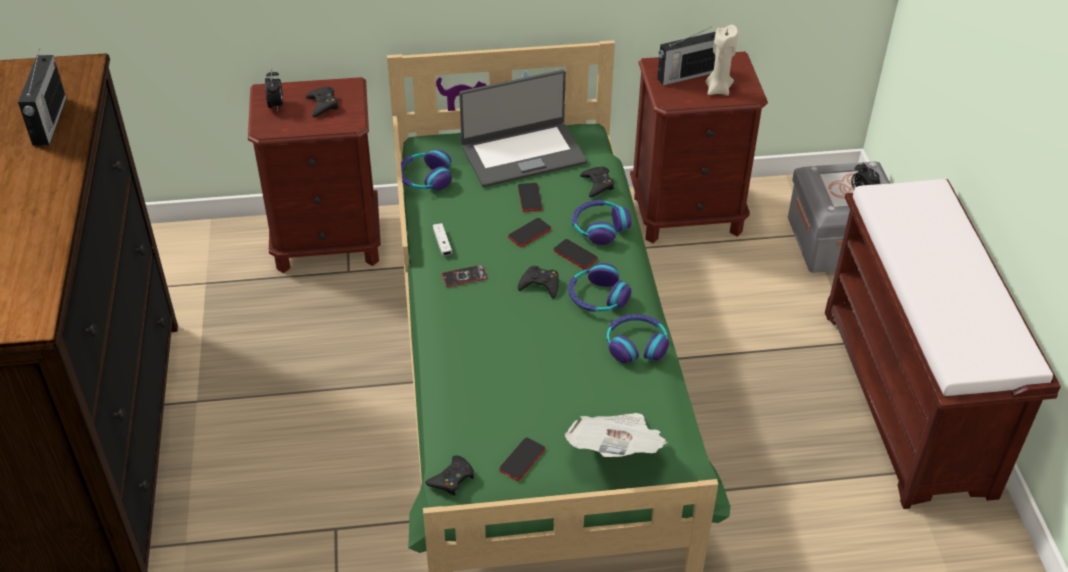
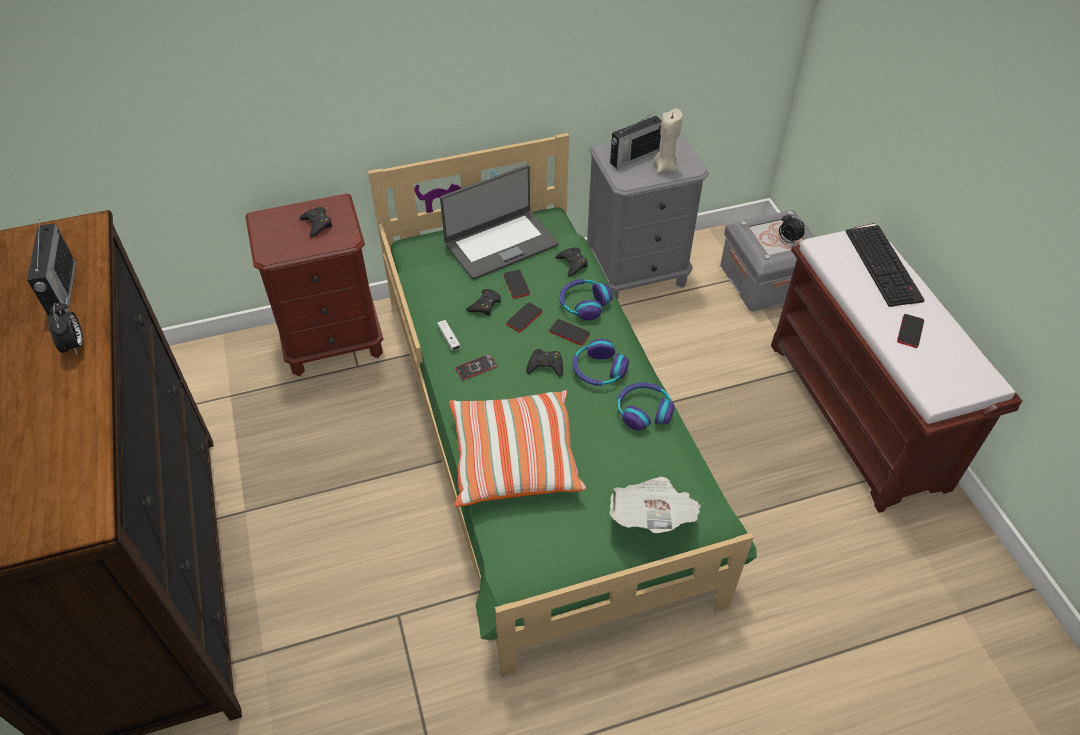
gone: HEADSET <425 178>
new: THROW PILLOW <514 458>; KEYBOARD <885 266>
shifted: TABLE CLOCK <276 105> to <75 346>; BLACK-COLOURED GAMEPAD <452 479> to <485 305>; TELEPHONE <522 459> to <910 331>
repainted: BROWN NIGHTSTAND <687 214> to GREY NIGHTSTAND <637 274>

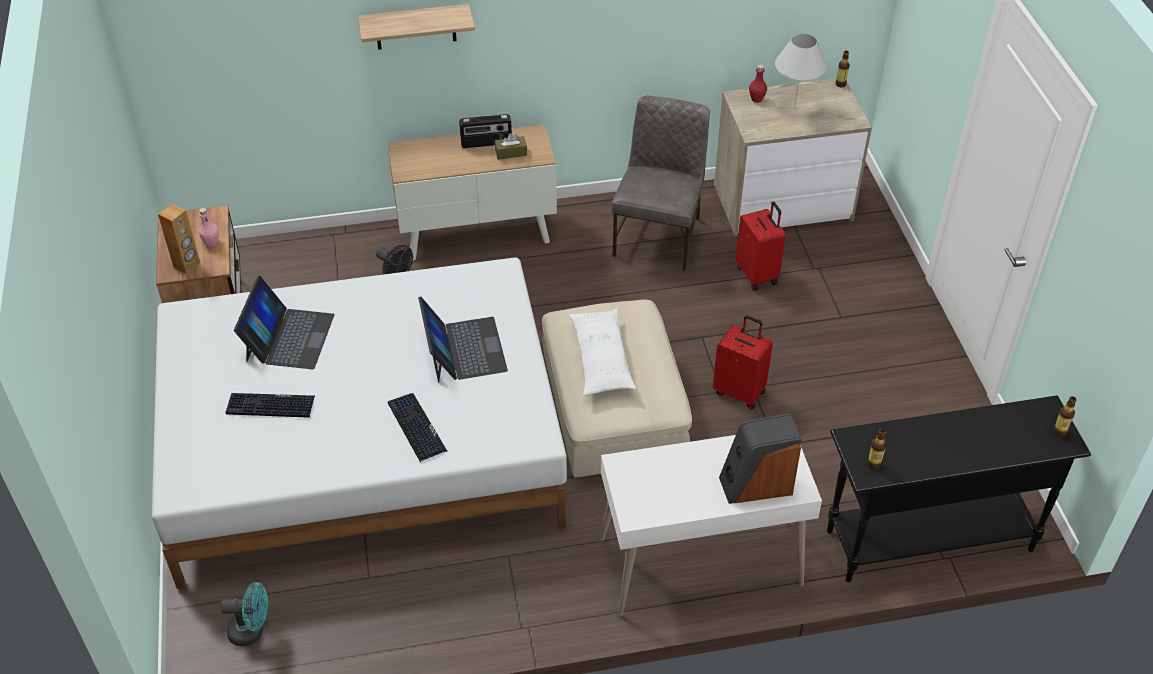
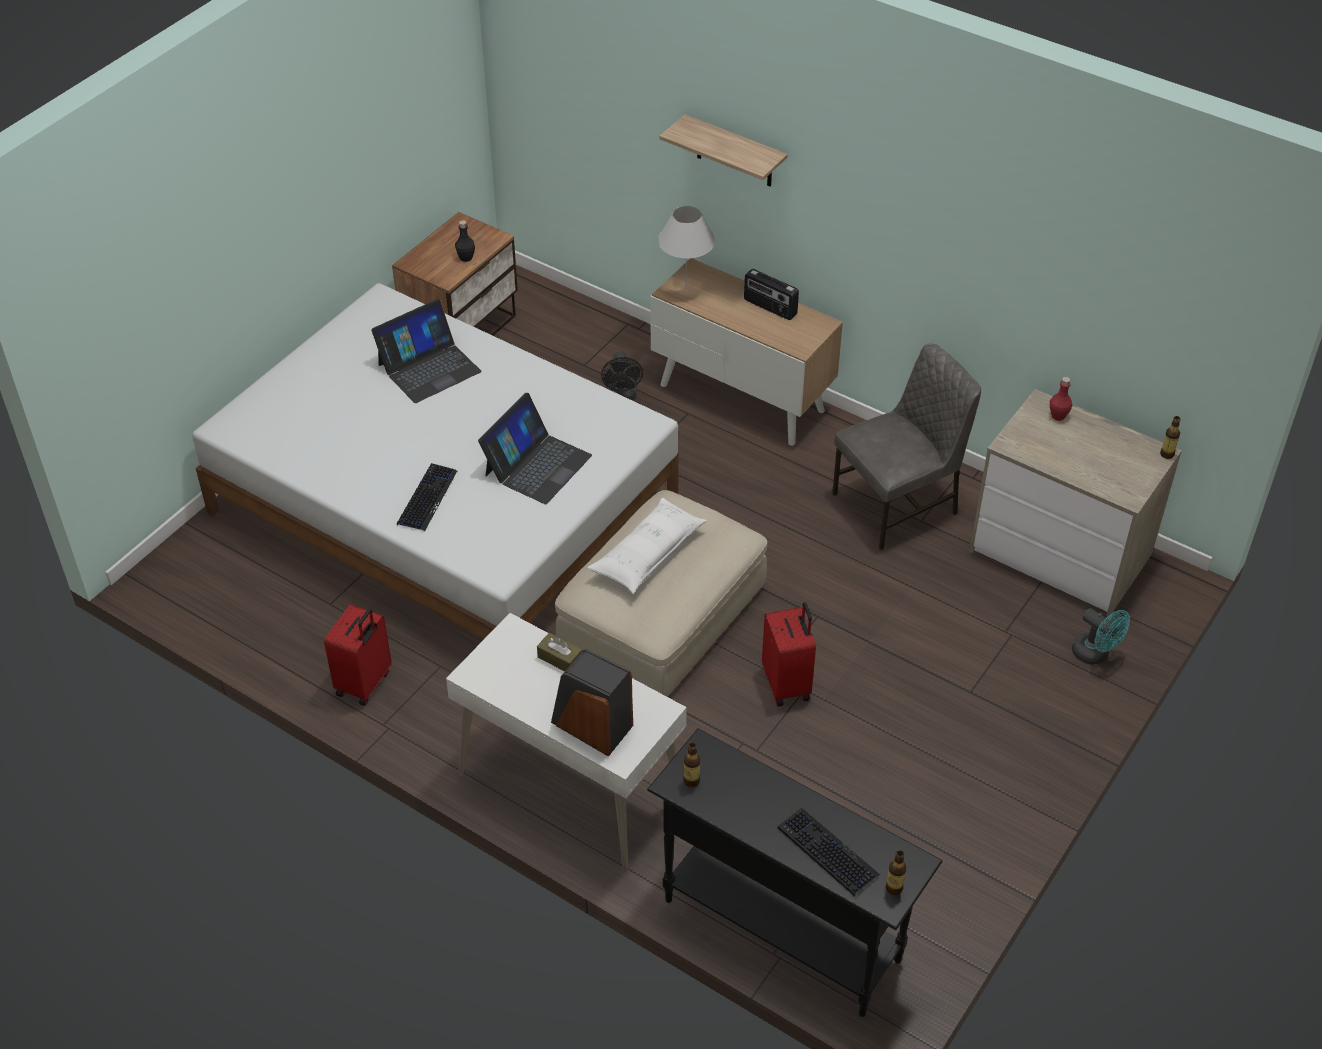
gone: BROWN AUDIO SPEAKER <187 265>
shifted: TURQUOISE-COLOURED ELECTRIC FAN <252 631> to <1095 654>; KEYBOARD <270 406> to <827 852>; BROWN BOX OF TISSUES <511 153> to <560 659>; RED-COLOURED PIECE OF LUGGAGE <757 274> to <365 683>; WHITISH TABLE LAMP <794 108> to <686 287>
repainted: PINK BOTTLE <211 242> to BLACK-COLOURED BOTTLE <466 258>

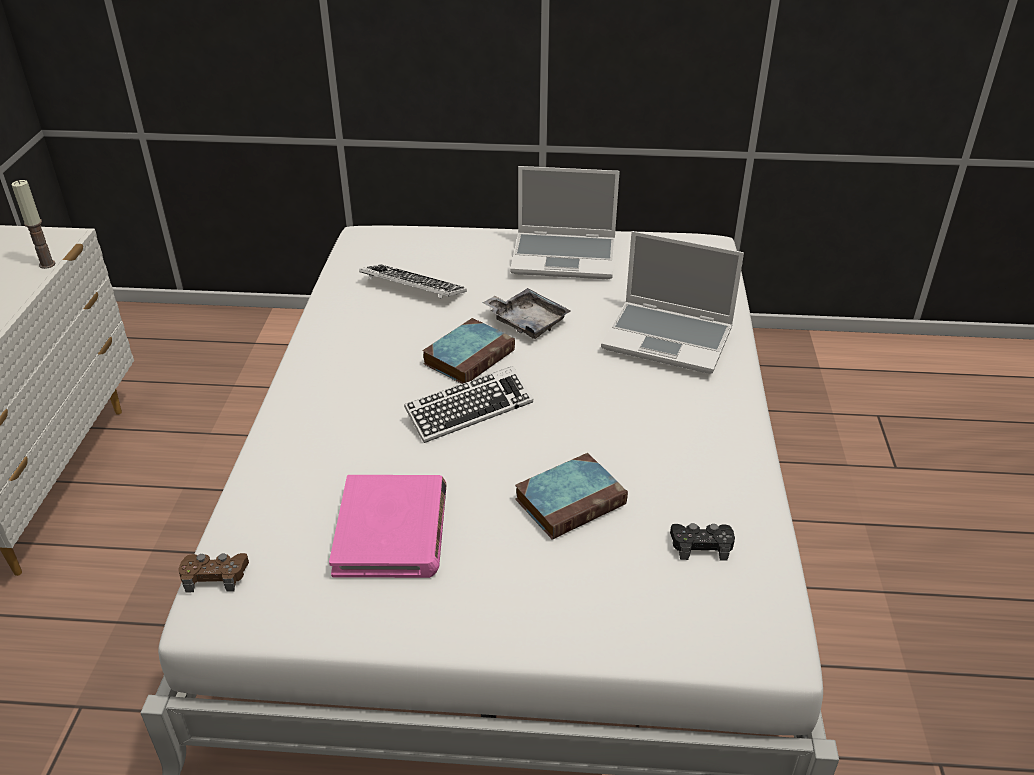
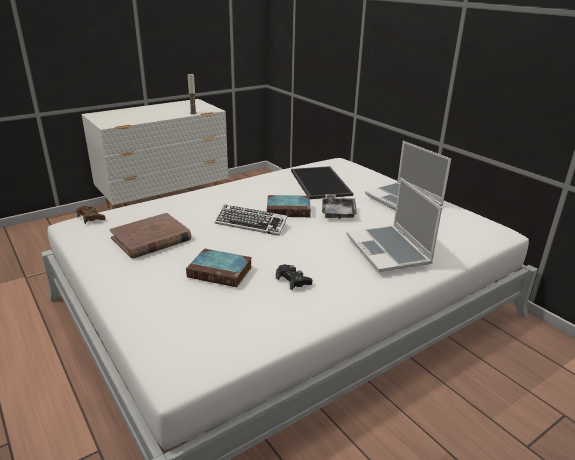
shifted: BLACK-COLOURED GAMEPAD <701 545> to <293 281>
swapped: KEYBOARD <412 288> to SERVING TRAY <318 182>
repainted: PINK VOLUME <391 531> to BROWN VOLUME <151 239>

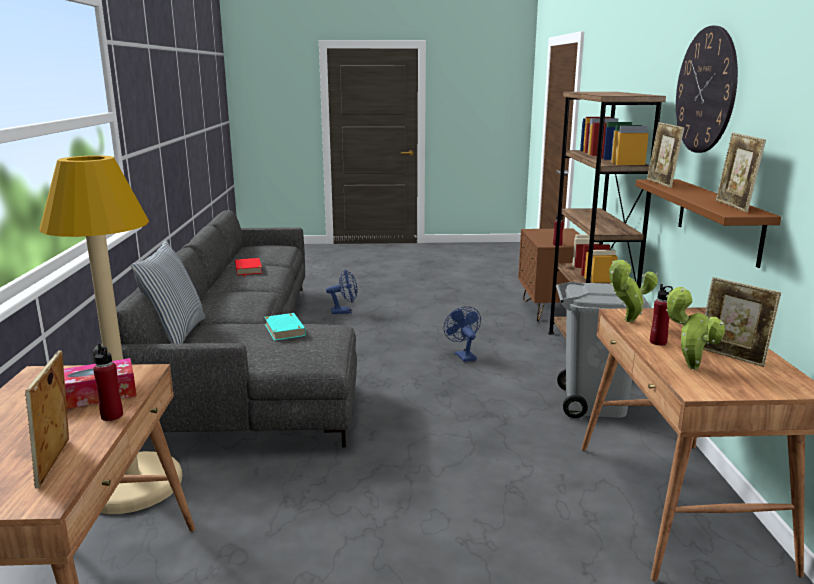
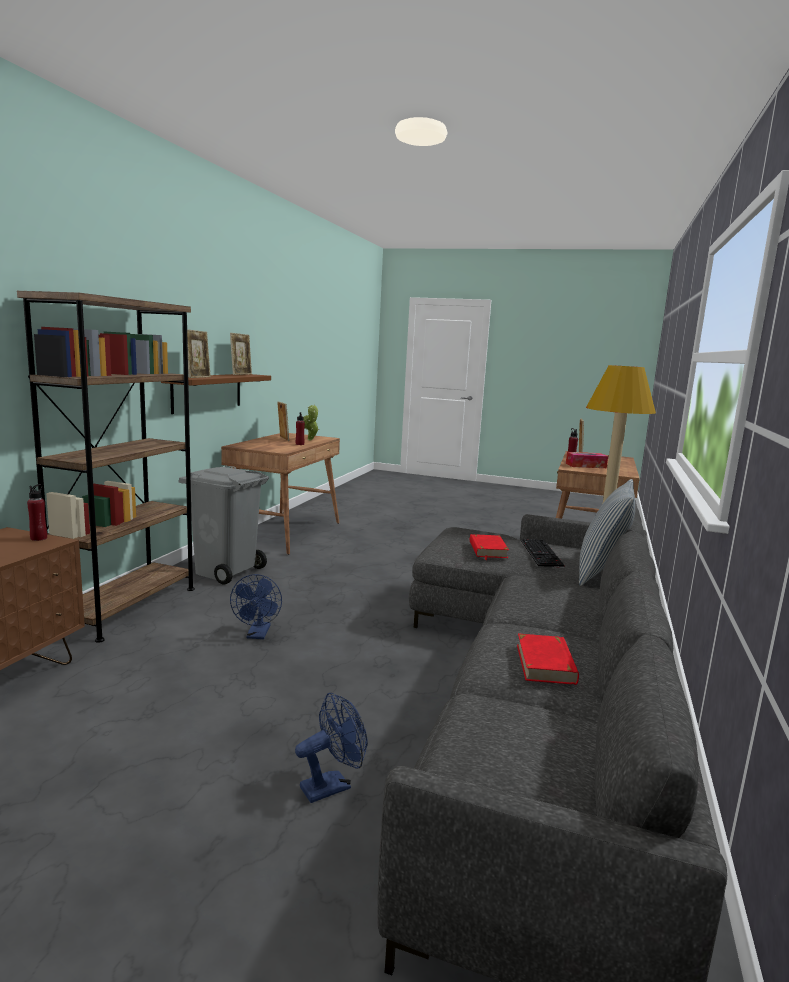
gone: POTTED PLANT <627 321>; CLOCK ON THE WALL <705 90>
new: KEYBOARD <542 553>
repainted: TURQUOISE-COLOURED VOLUME <285 330> to RED-COLOURED VOLUME <487 550>
rotated: BLUE-COLOURED ELECTRIC FAN <345 311> = <332 785> 135 degrees clockwise

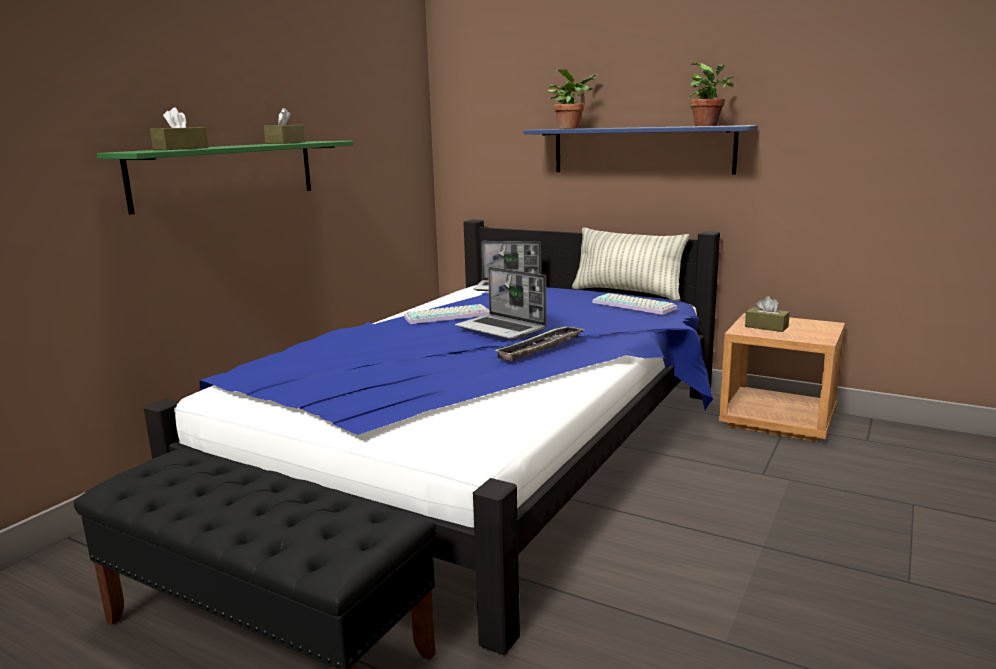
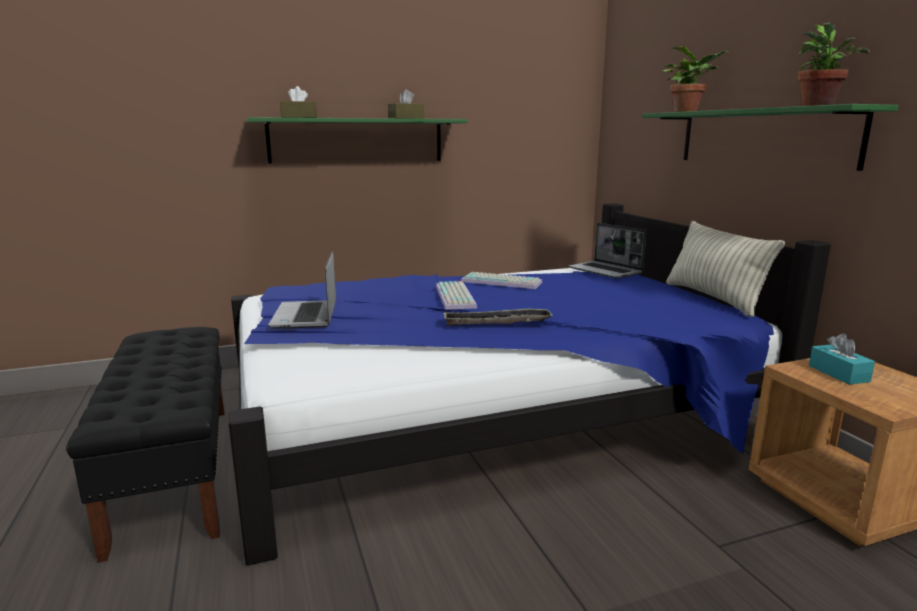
shifted: PORTABLE COMPUTER <502 329> to <306 316>; KEYBOARD <635 305> to <457 297>
repainted: BLUE-COLOURED BRACKET SHELF <641 150> to GREENISH BRACKET SHELF <762 137>; BROWN BOX OF TISSUES <766 327> to TURQUOISE-COLOURED BOX OF TISSUES <838 373>

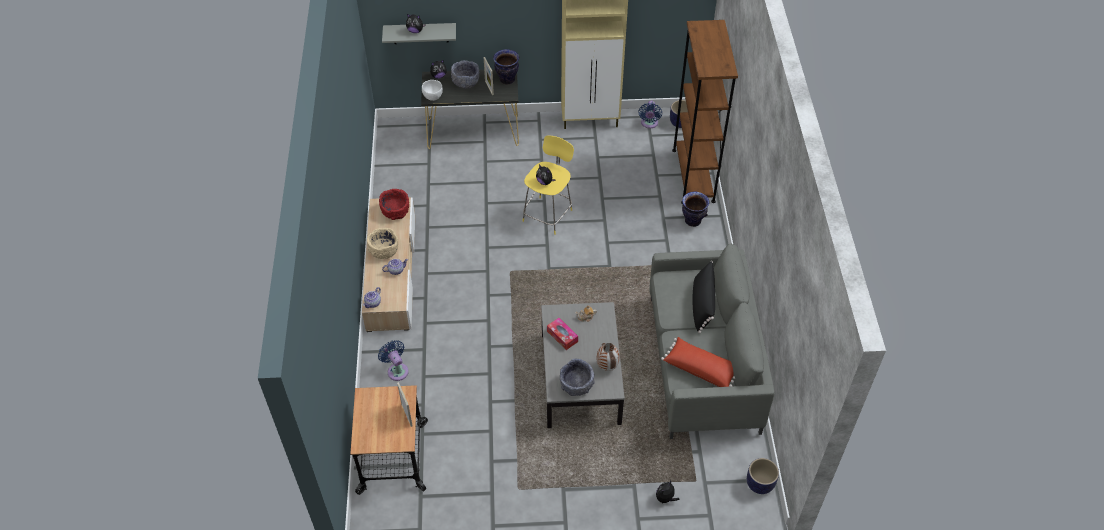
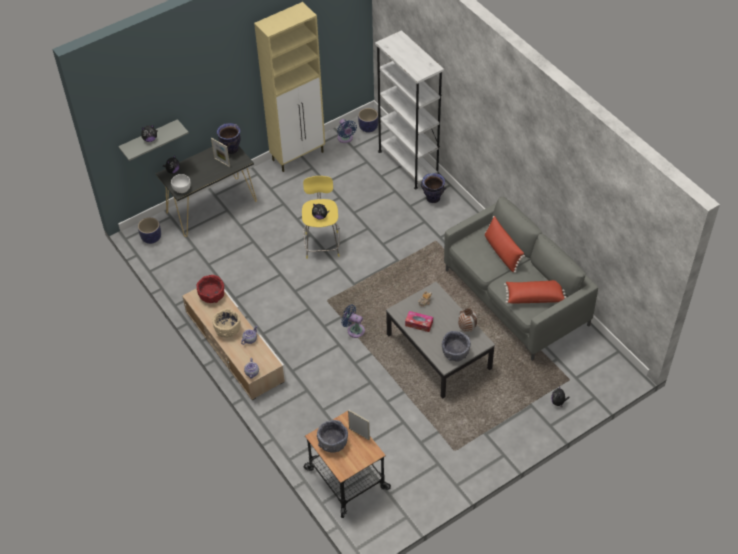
shifted: BLUE-COLOURED ELECTRIC FAN <397 370> to <354 330>; GREY DEEP DISH <465 82> to <332 442>; FLOWER POT <759 484> to <151 238>
repainted: BROWN SHELVING UNIT <693 175> to WHITISH SHELVING UNIT <408 164>; BLACK-COLOURED THROW PILLOW <702 305> to RED-COLOURED THROW PILLOW <502 252>

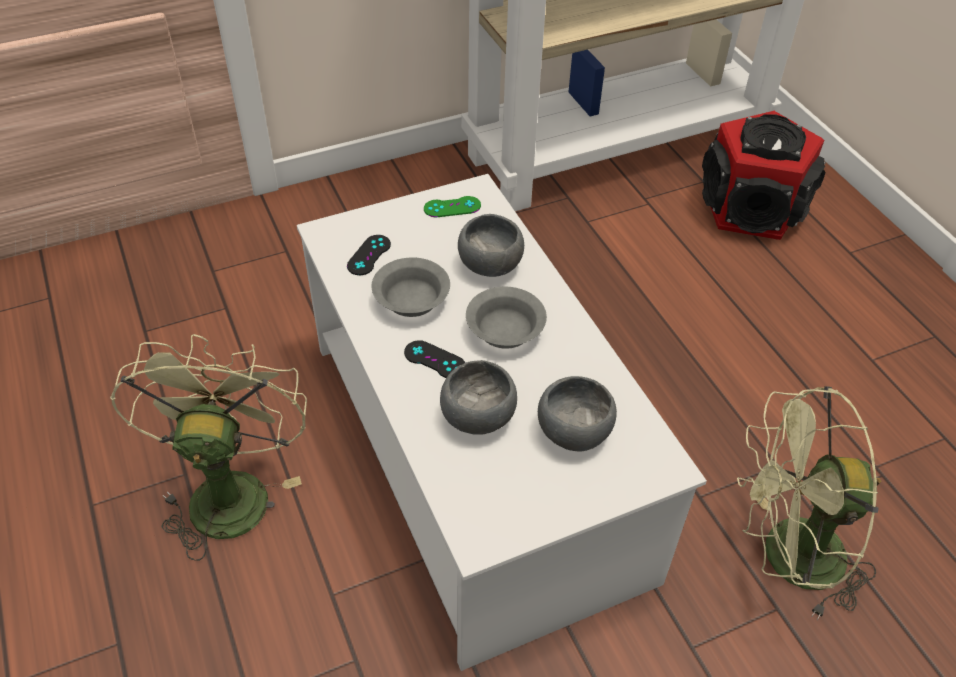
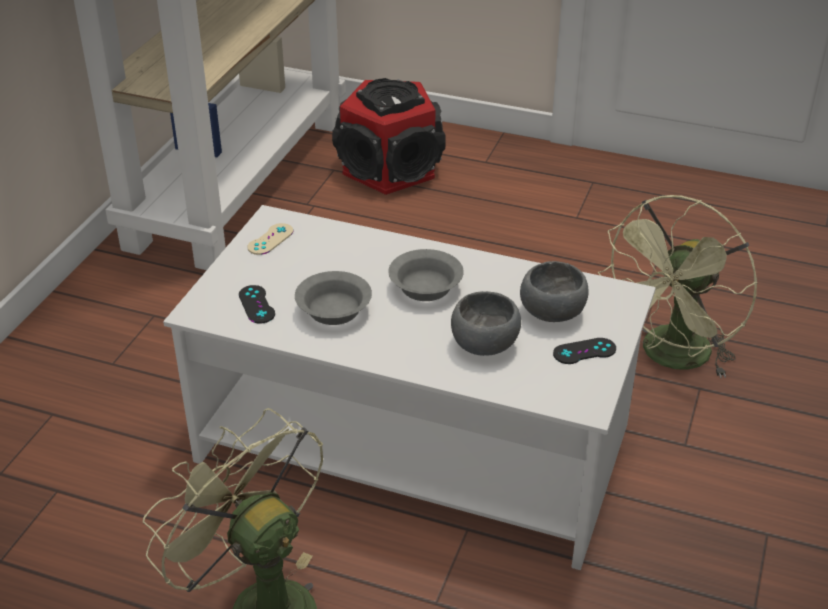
gone: GREY DEEP DISH <488 265>
shifted: BLACK-COLOURED GAMEPAD <434 360> to <584 351>
repainted: GREENISH GAMEPAD <452 207> to BEIGE-COLOURED GAMEPAD <270 239>

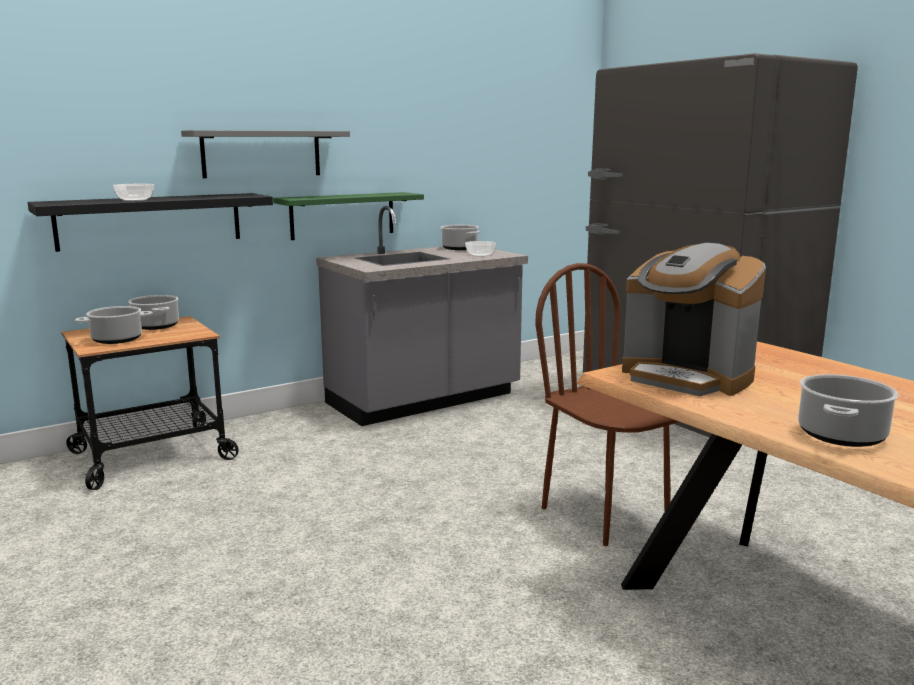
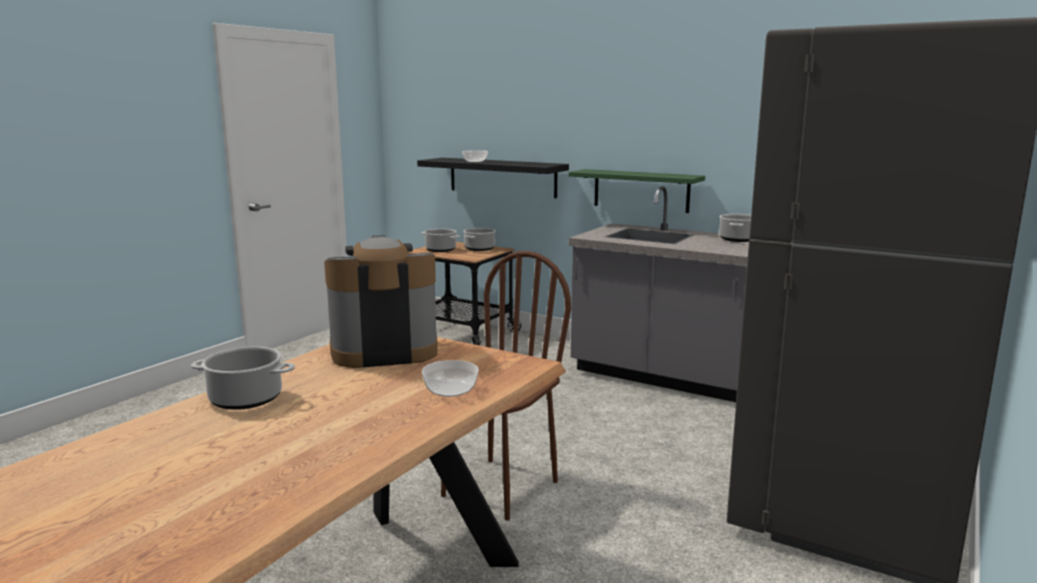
gone: GREY BRACKET SHELF <262 153>
shifted: DEEP DISH <480 255> to <450 391>
rotated: COFFEE BREWER <687 378> = <383 350> 60 degrees clockwise

